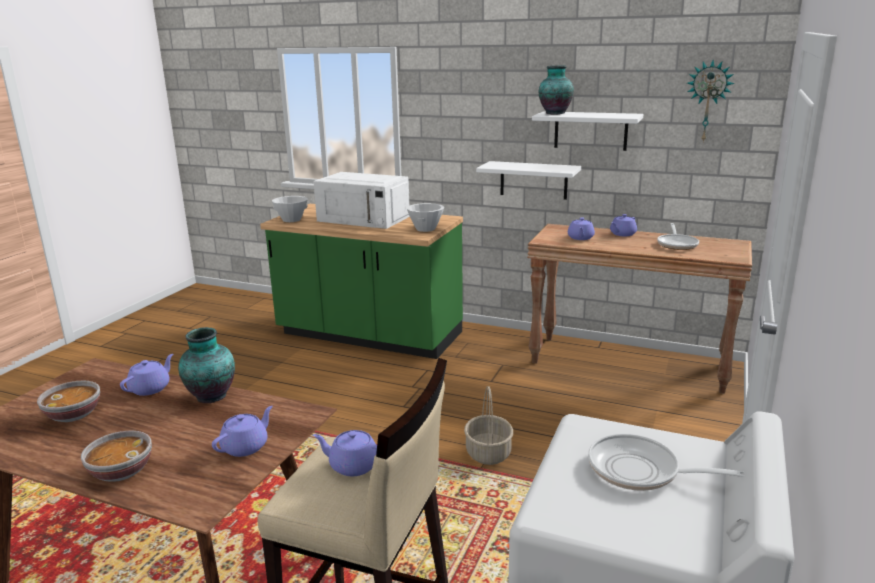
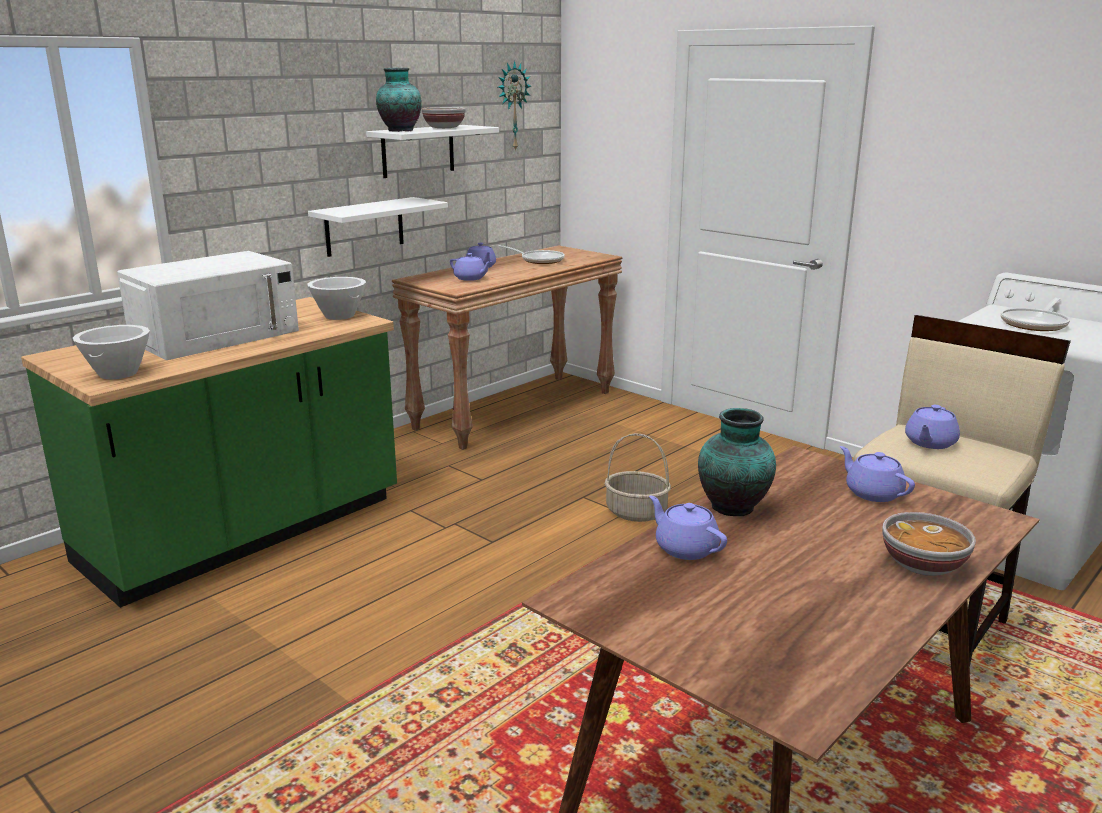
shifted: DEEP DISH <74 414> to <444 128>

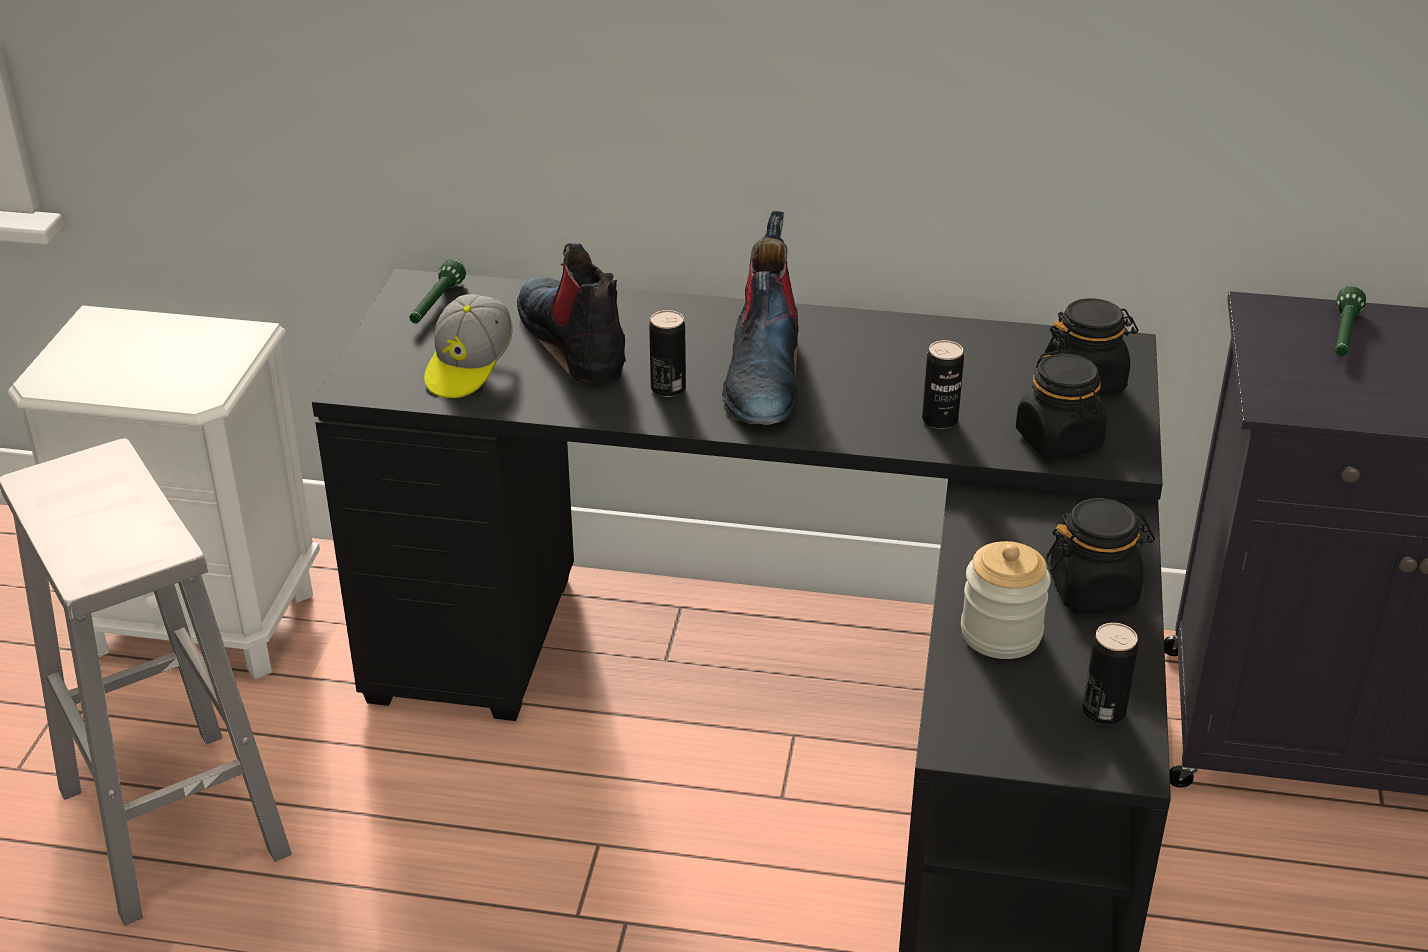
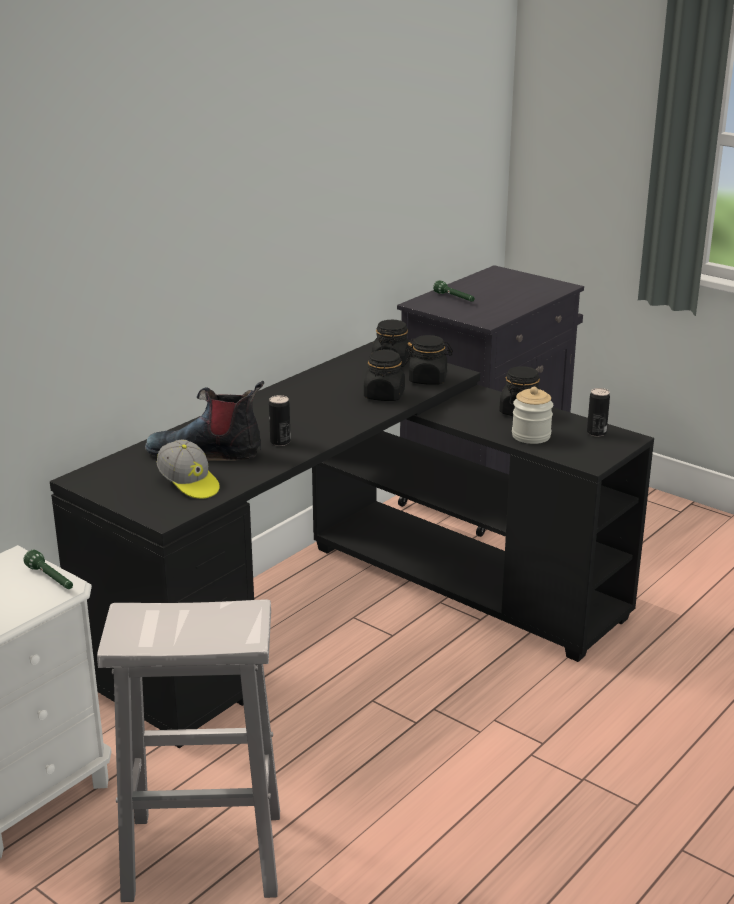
gone: BOOT <763 376>
shifted: GREENISH HAND TORCH <436 305> to <51 579>
swapped: CAN <939 420> to BLACK-COLOURED JAR <384 395>

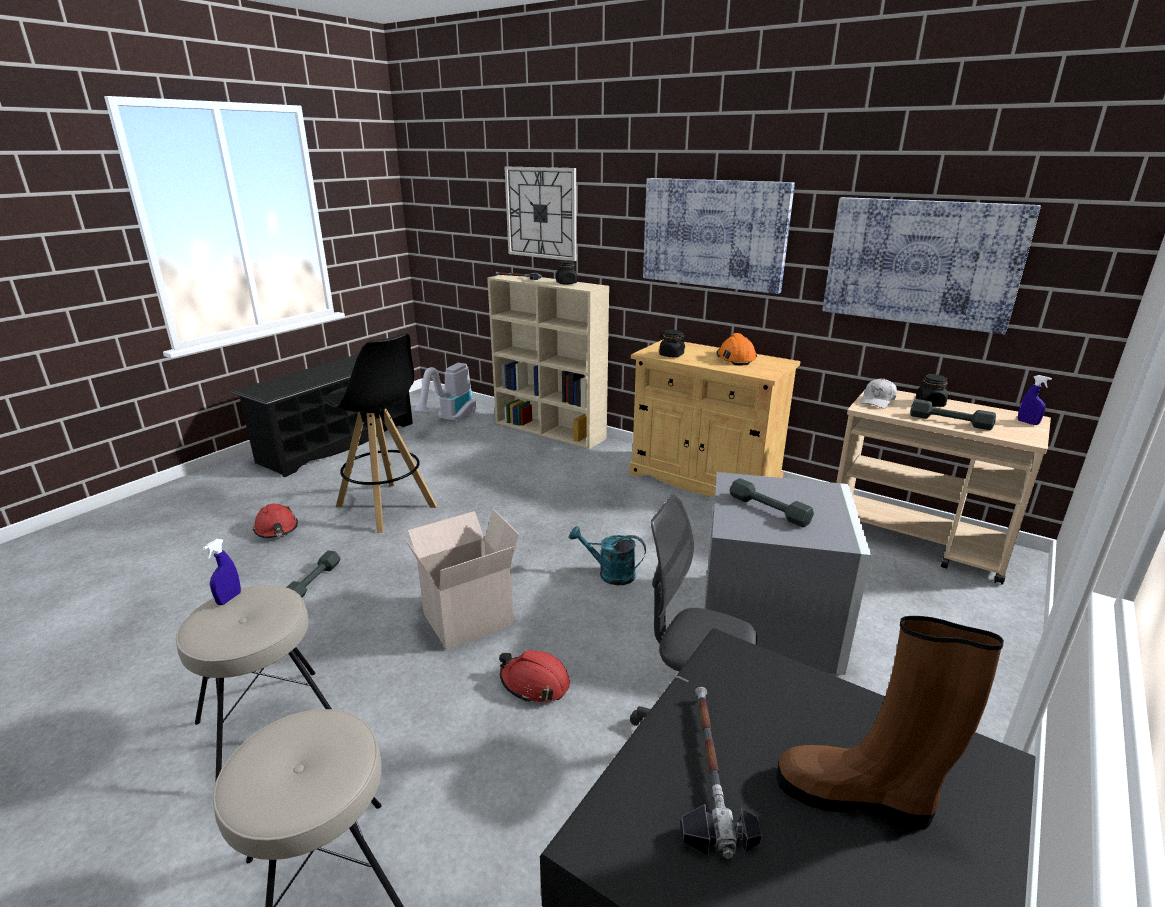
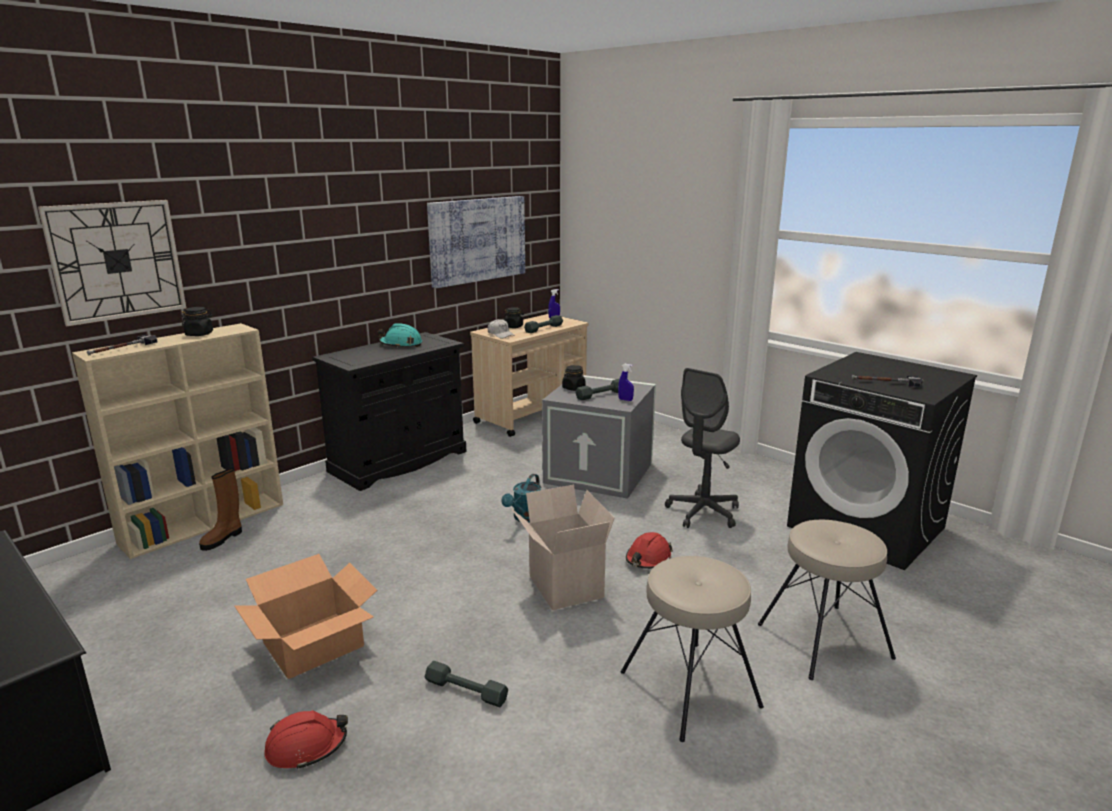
gone: HOOVER <449 420>; WALL ART <714 233>
shifted: BLUE-COLOURED SPRAYER <229 599> to <625 400>; BLACK-COLOURED JAR <671 355> to <573 388>; BROWN BOOT <857 797> to <223 539>
swapped: BLACK-COLOURED SITTING STOOL <387 507> to PACKING BOX <314 645>
repainted: BEIGE-COLOURED CABINET <704 479> to BLACK-COLOURED CABINET <399 461>; ORANGE-COLOURED WORK HELMET <735 358> to TURQUOISE-COLOURED WORK HELMET <401 344>

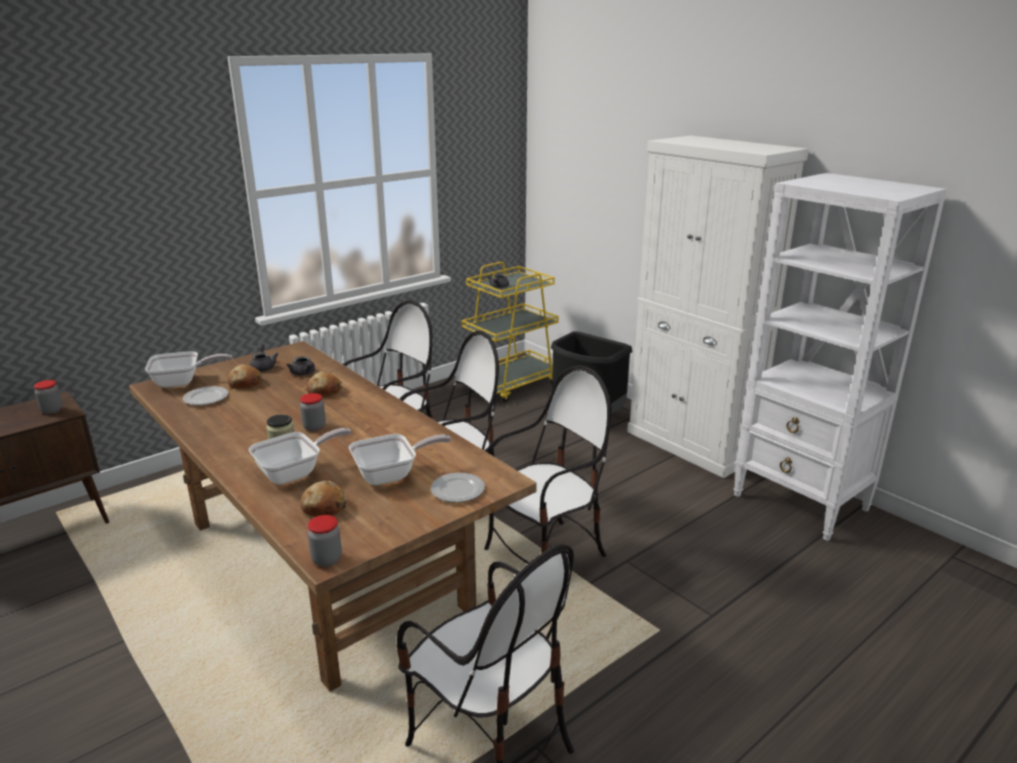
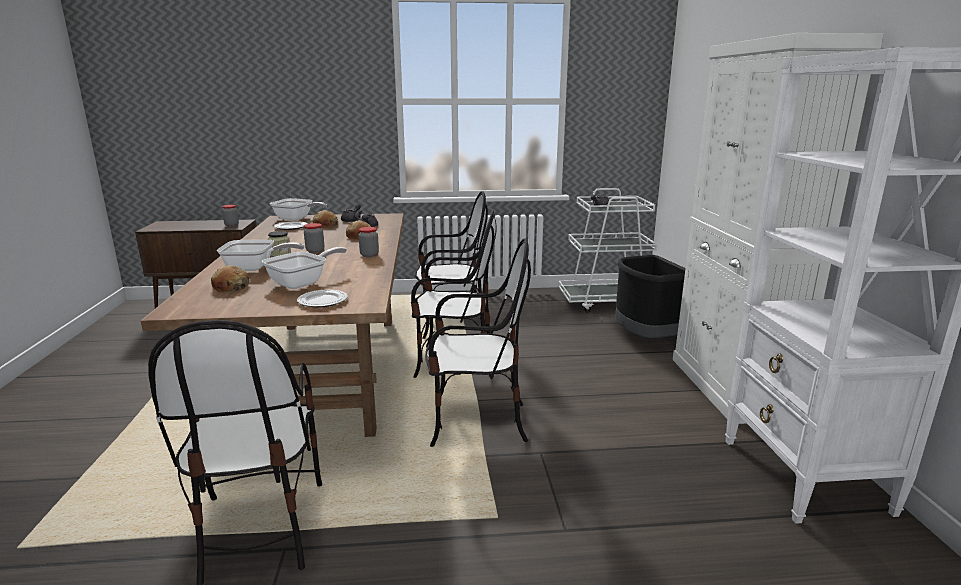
shifted: JAR <327 559> to <369 255>
repainted: YELLOW CART <510 384> to WHITISH CART <607 302>
rotated: PAN <392 475> = <303 283> 60 degrees counterclockwise

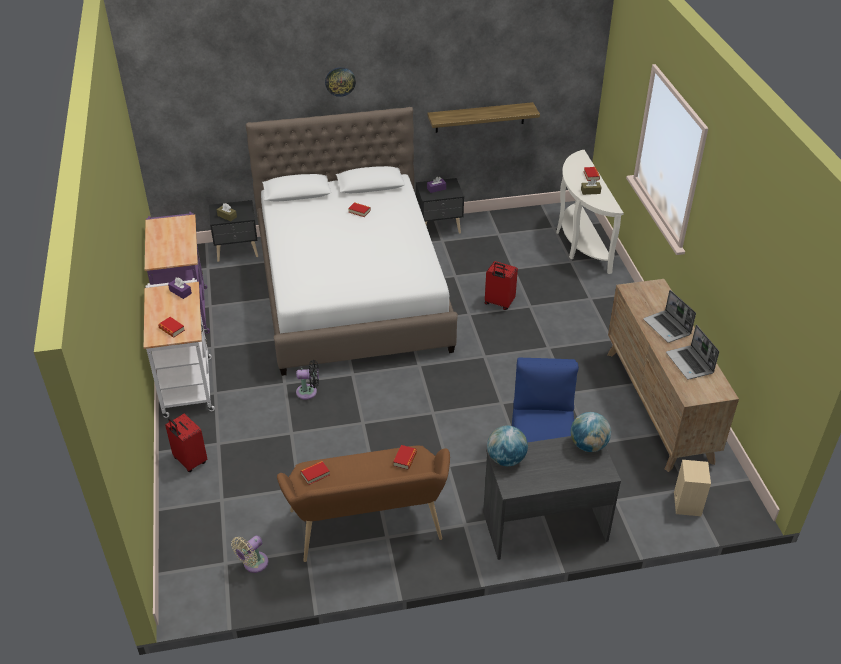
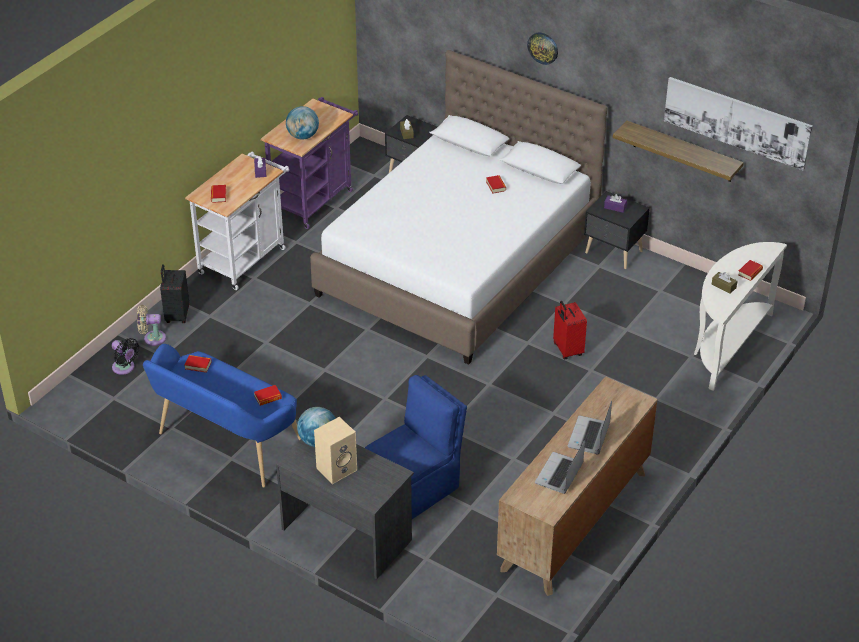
new: WALL ART <737 122>
shifted: BEIGE-COLOURED ELECTRIC FAN <253 564> to <152 338>; BLACK-COLOURED ELECTRIC FAN <309 392> to <125 368>; WORLD GLOBE <588 445> to <303 136>; BEIGE-COLOURED AUDIO SPEAKER <686 503> to <337 468>
repainted: RED-COLOURED PIECE OF LUGGAGE <189 461> to BLACK-COLOURED PIECE OF LUGGAGE <176 315>; BROWN LONG SEAT <369 530> to BLUE-COLOURED LONG SEAT <226 445>

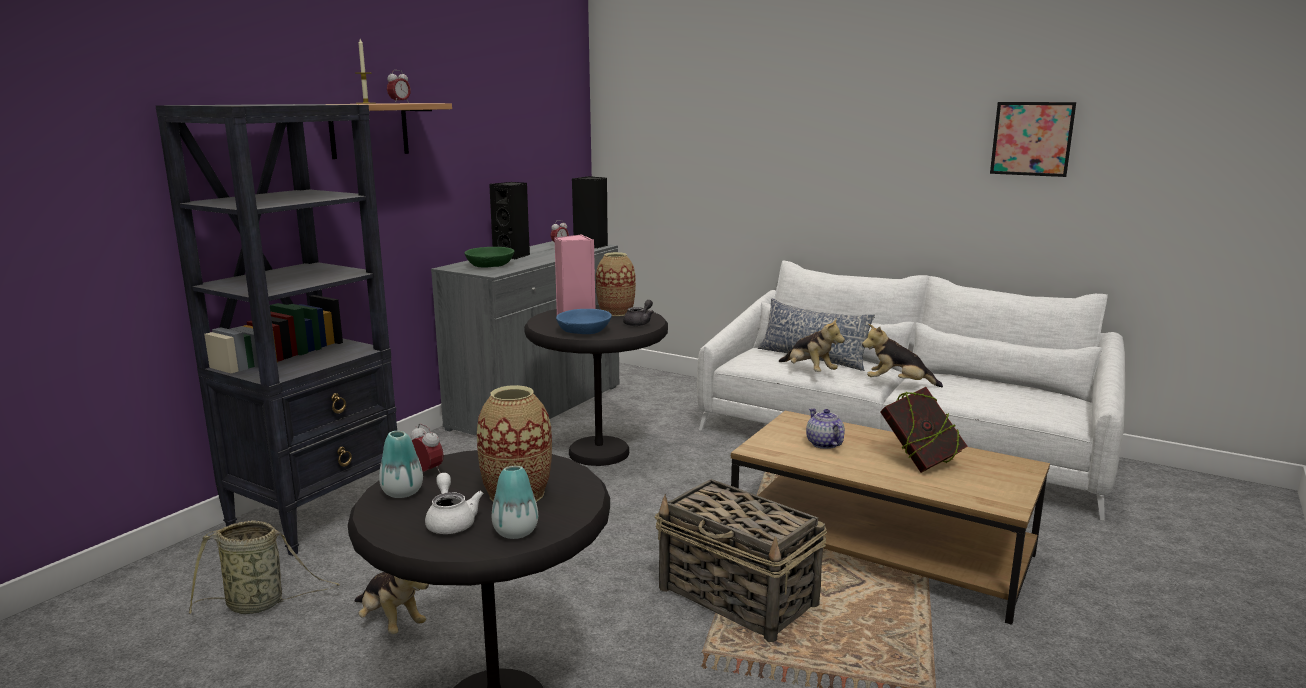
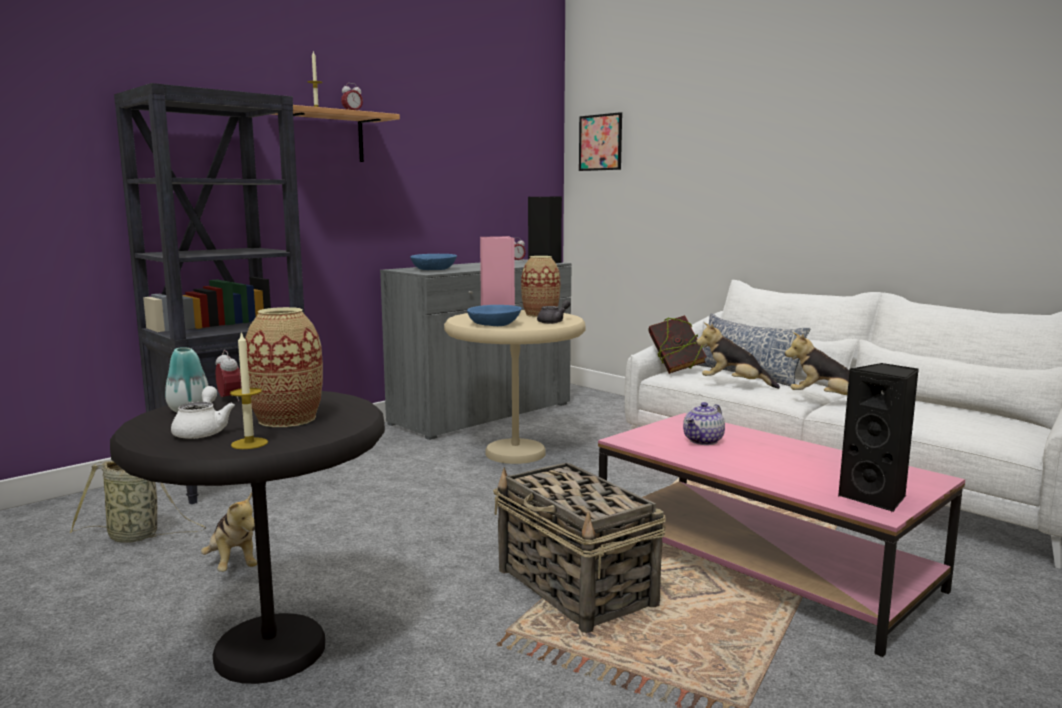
shifted: BLACK-COLOURED AUDIO SPEAKER <513 256> to <876 498>; VOLUME <920 462> to <676 369>; WALL ART <1032 138> to <600 142>
swapped: DECORATIVE VASE <515 532> to WAX CANDLE <249 443>
repainted: GREENISH DEEP DISH <490 265> to BLUE-COLOURED DEEP DISH <434 269>; BLACK-COLOURED END TABLE <599 453> to BEIGE-COLOURED END TABLE <515 453>; BROWN LOW TABLE <880 548> to PINK LOW TABLE <762 563>
rotated: SOFT TOY <809 371> = <734 384> 135 degrees clockwise; TEAPOT <823 444> = <703 441> 135 degrees counterclockwise

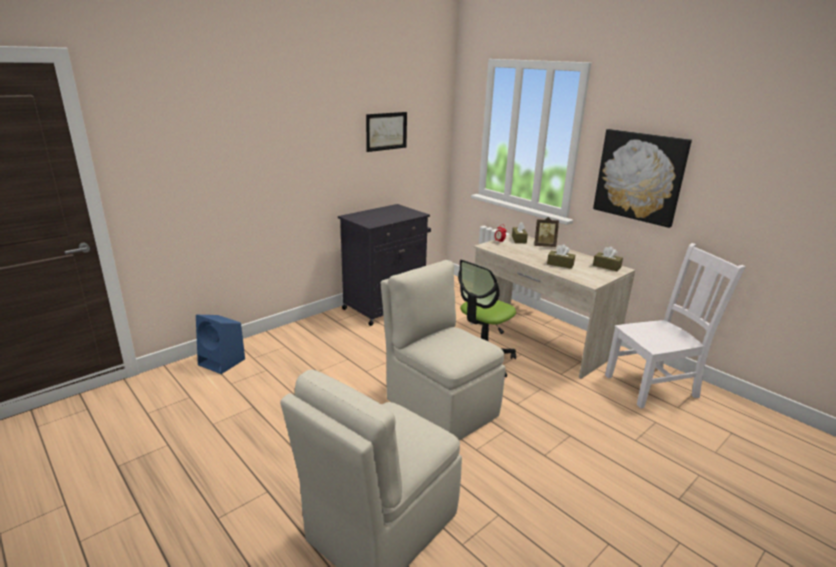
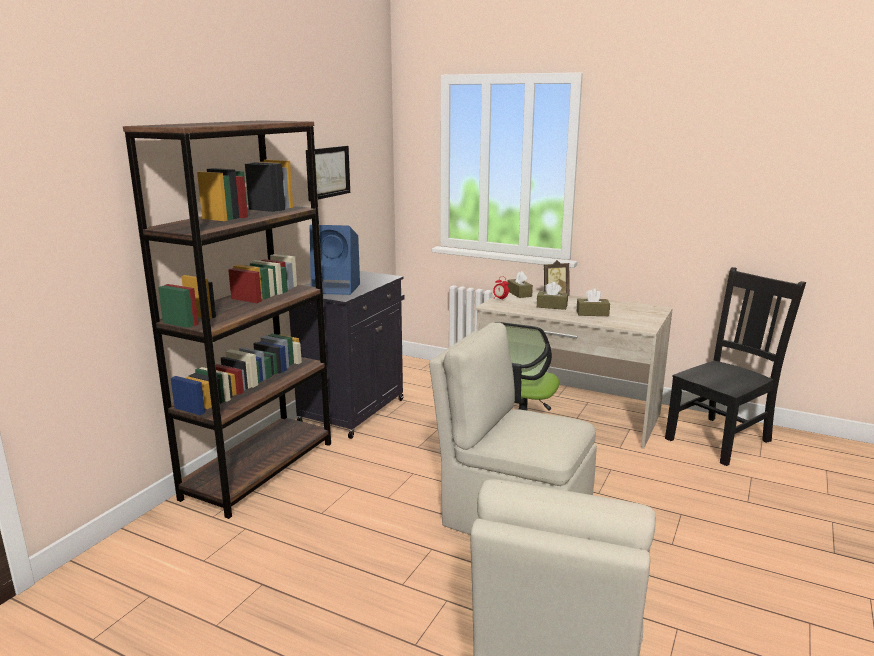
gone: WALL ART <639 176>
new: BROWN SHELVING UNIT <260 469>
shifted: BLUE-COLOURED AUDIO SPEAKER <223 362> to <337 288>; BROWN BOX OF TISSUES <606 266> to <552 306>
repainted: WHITISH UPRIGHT CHAIR <653 386> to BLACK-COLOURED UPRIGHT CHAIR <720 439>

